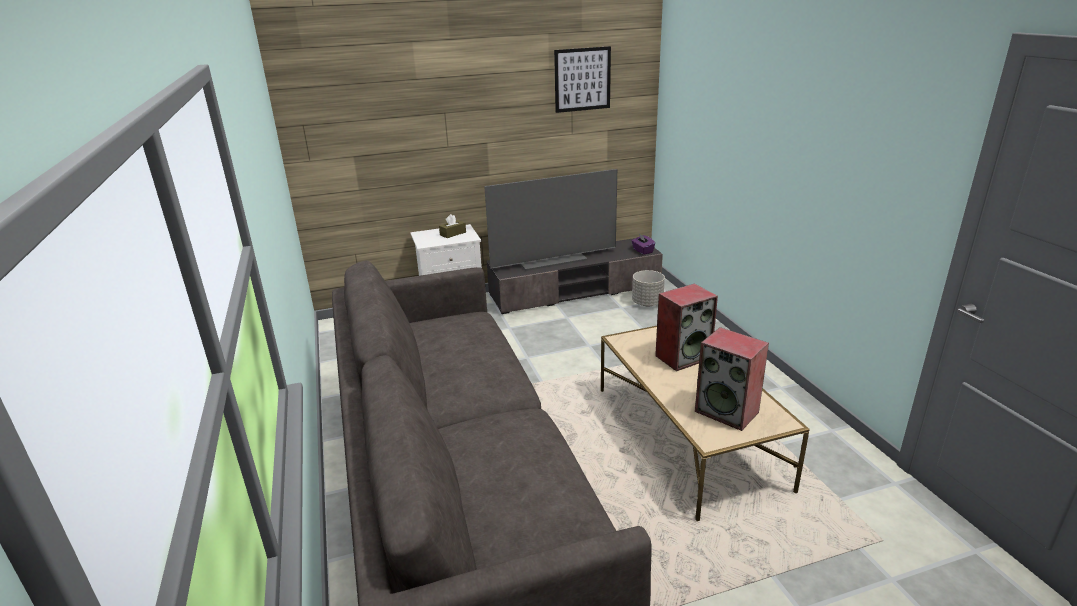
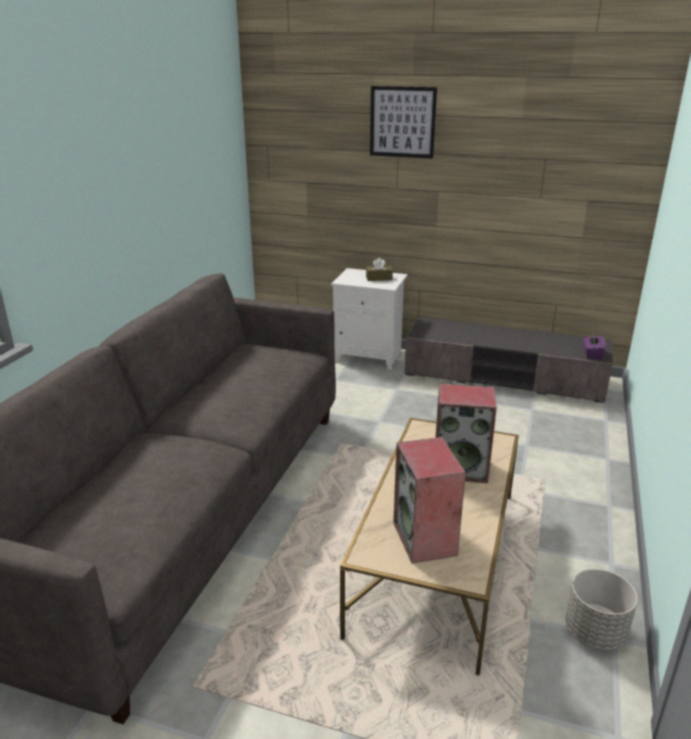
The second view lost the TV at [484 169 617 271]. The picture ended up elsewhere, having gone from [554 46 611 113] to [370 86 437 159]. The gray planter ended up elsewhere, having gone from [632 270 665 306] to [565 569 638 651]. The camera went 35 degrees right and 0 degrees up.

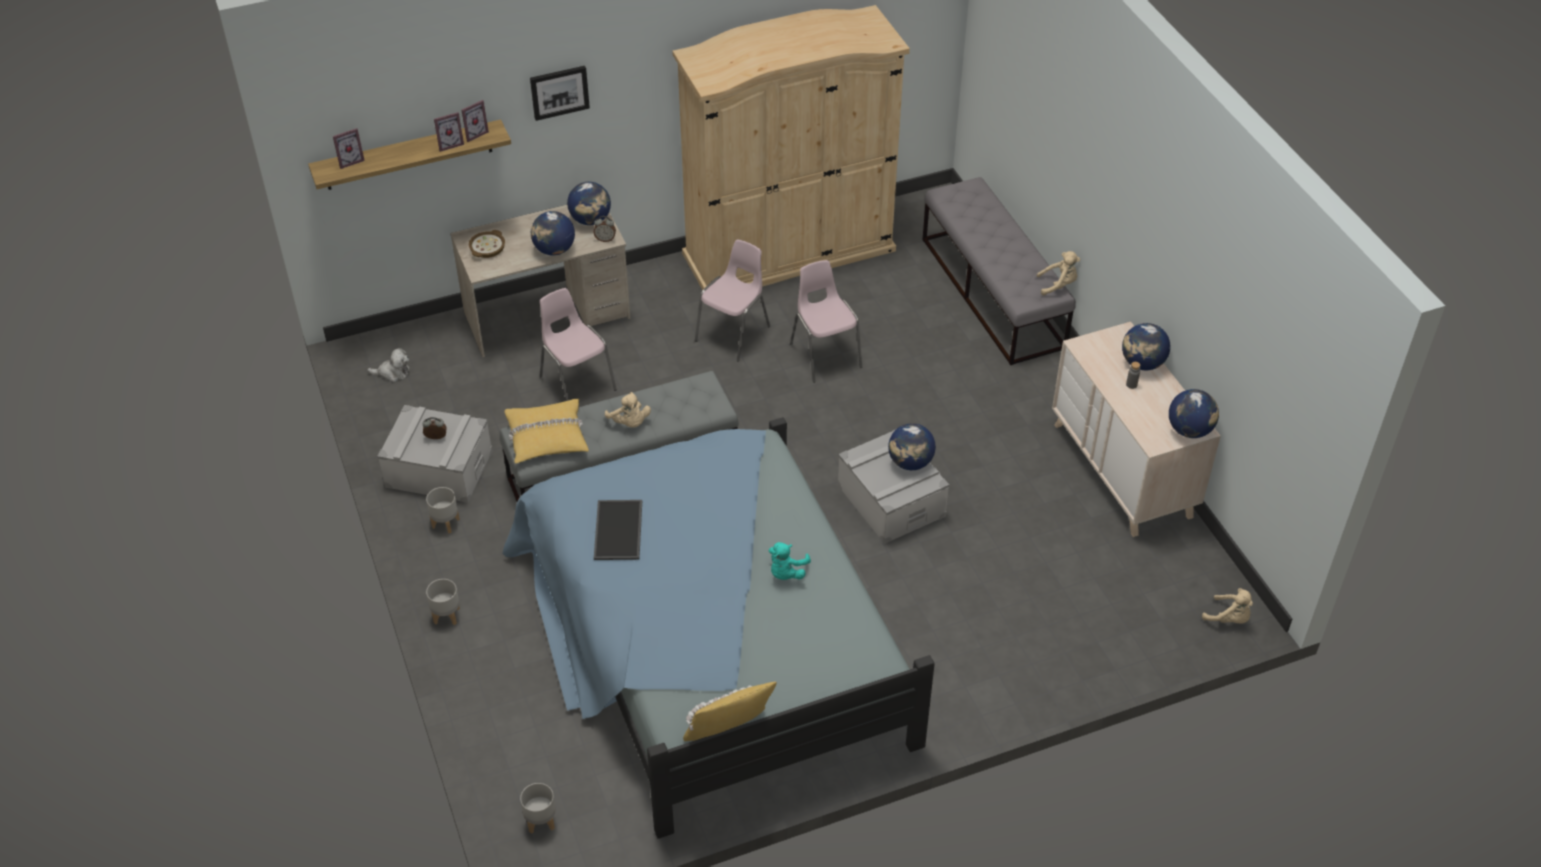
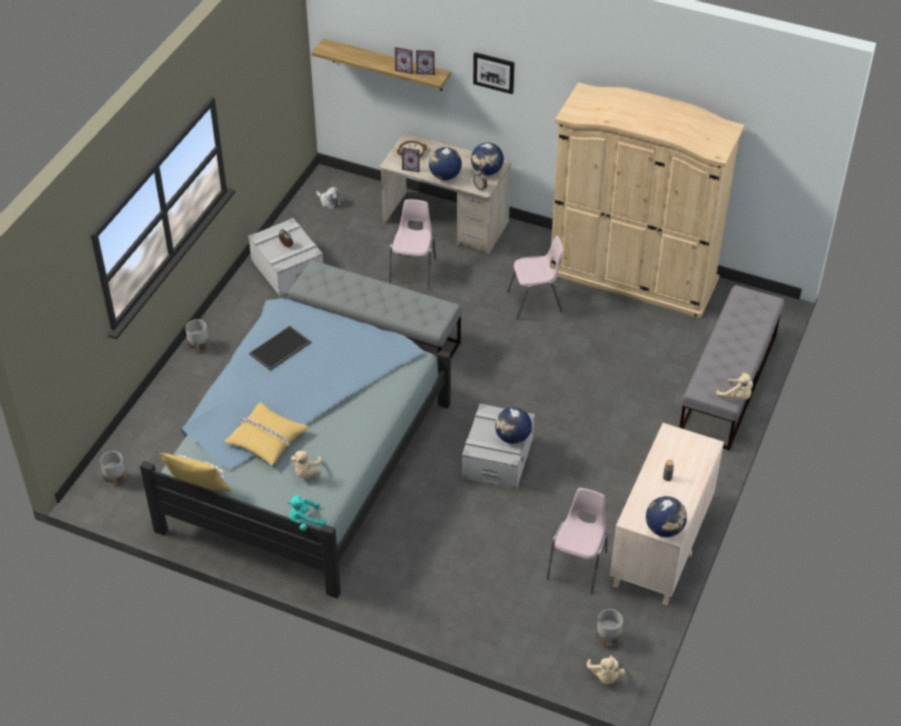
The second view lost the globe at [1122 323 1170 370]. The standing frame ended up elsewhere, having gone from [333 128 365 169] to [402 147 420 173]. The gray planter ended up elsewhere, having gone from [426 487 460 534] to [596 609 623 648]. The yellow throw pillow ended up elsewhere, having gone from [504 399 589 463] to [225 402 309 466]. The beige-coloured plush toy ended up elsewhere, having gone from [605 392 651 428] to [291 451 323 478]. The turquoise-coloured plush toy ended up elsewhere, having gone from [768 542 811 580] to [287 495 327 531]. The pinkish upright chair ended up elsewhere, having gone from [790 260 862 383] to [546 488 608 594]. The camera went 45 degrees right and 0 degrees up.

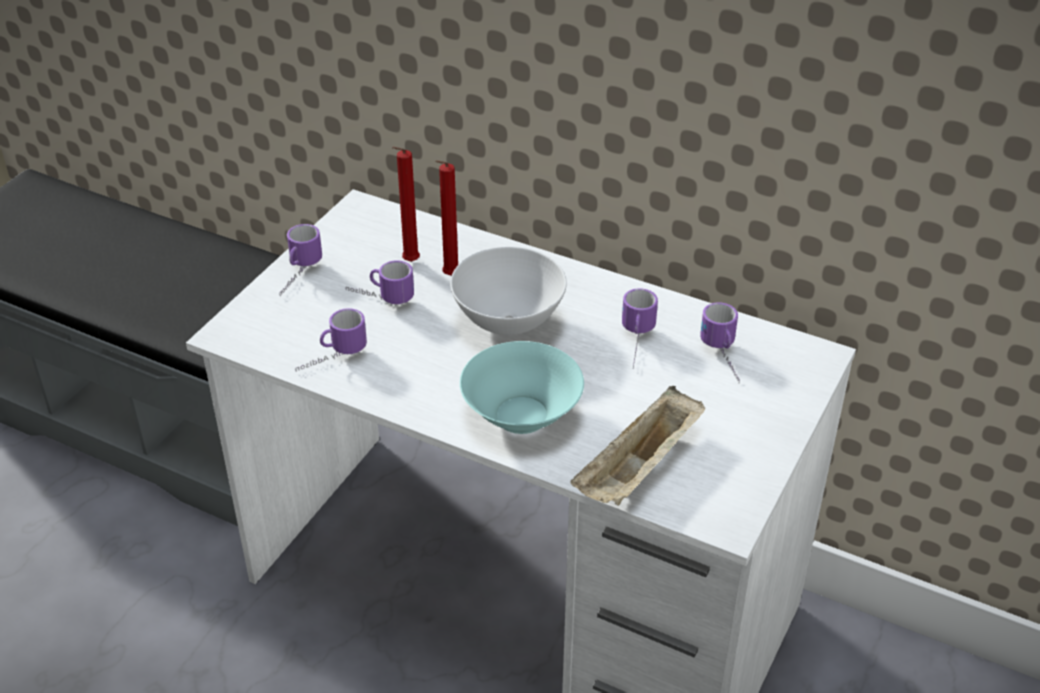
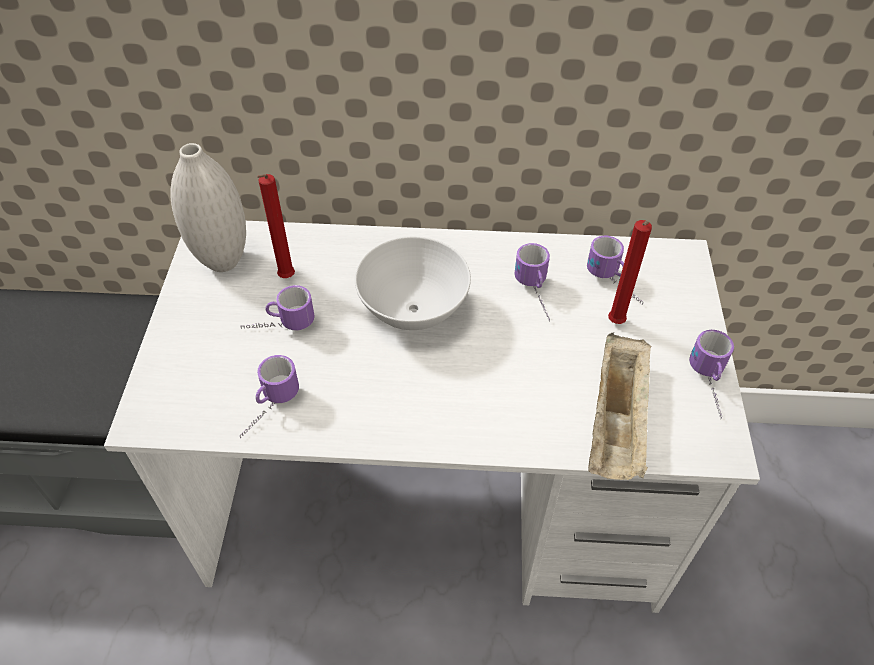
The second view lost the turquoise-coloured serving bowl at [460 341 584 434]. The second view gained the white-coloured vase at [171 143 246 272]. The tea mug ended up elsewhere, having gone from [279 224 322 296] to [689 330 734 419]. The red-coloured wax candle ended up elsewhere, having gone from [435 160 458 276] to [608 220 652 324]. The camera went 25 degrees left and 10 degrees up.

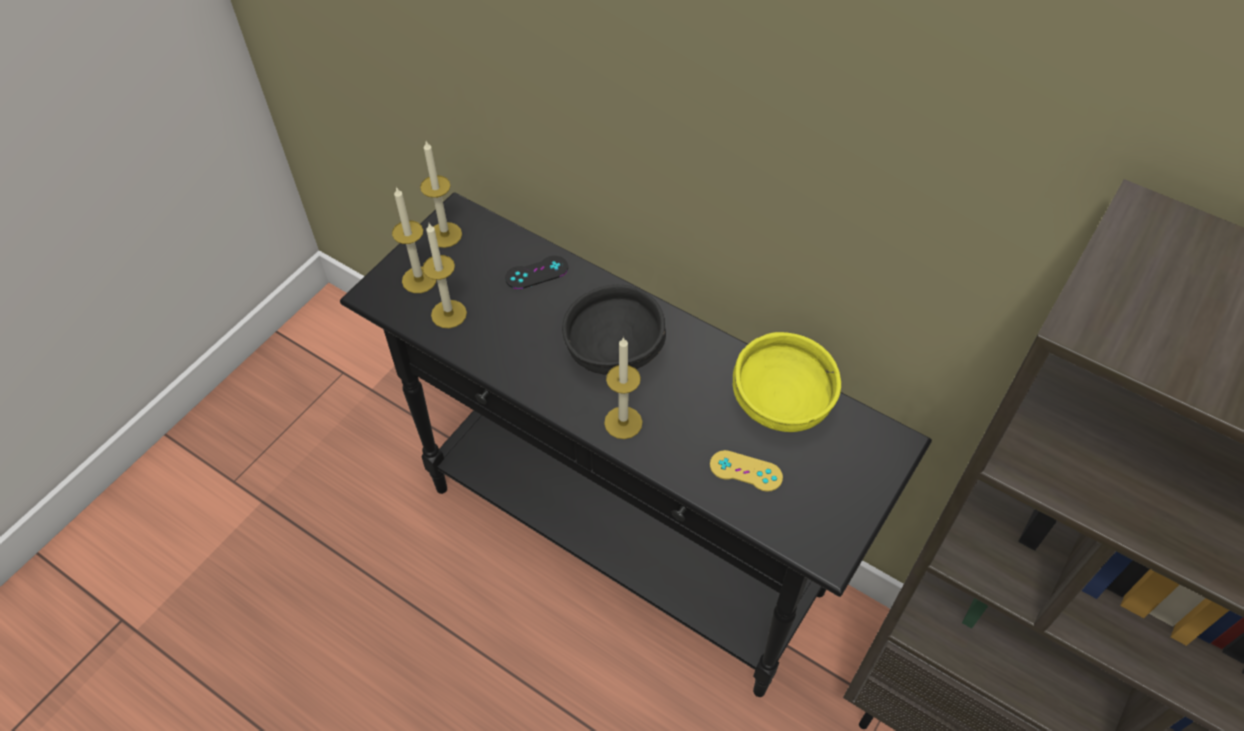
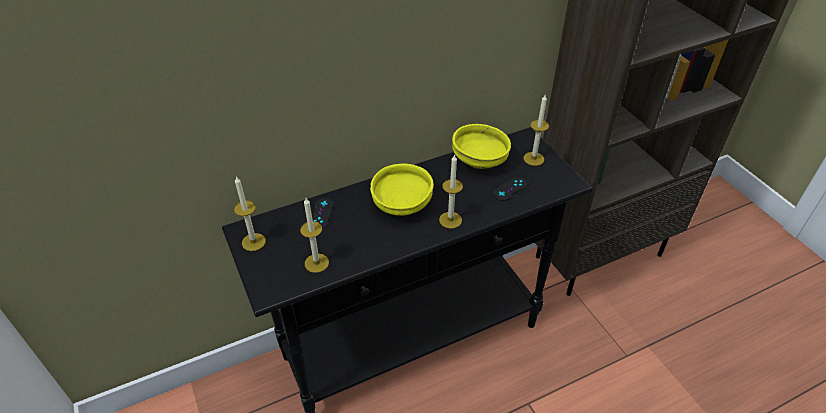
The wax candle ended up elsewhere, having gone from [392 186 436 293] to [524 95 549 166]. What was the black serving bowl at [562 285 666 375] turned into the yellow serving bowl at [370 163 434 216]. What was the yellow joypad at [710 450 783 492] turned into the black joypad at [493 177 527 201]. The camera went 60 degrees left and 10 degrees down.

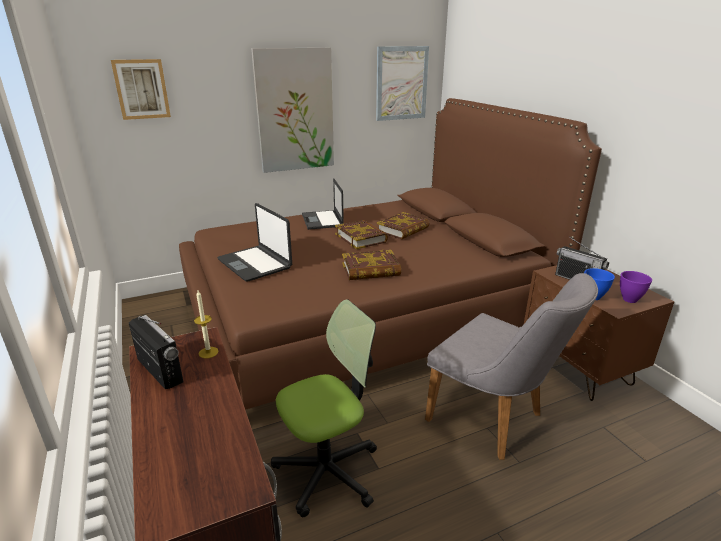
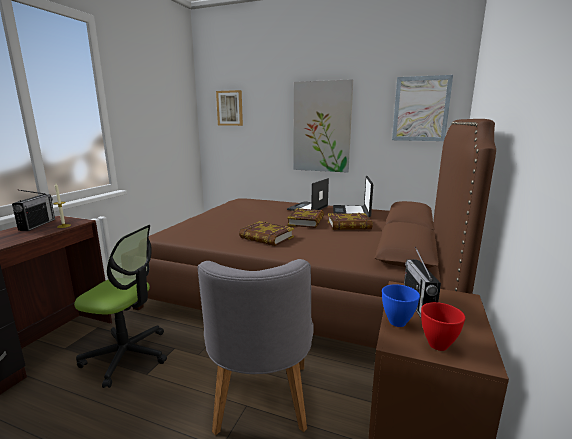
The laptop ended up elsewhere, having gone from [217 203 292 281] to [333 176 373 217]. What was the purple-coloured serving bowl at [620 271 652 303] turned into the red-coloured serving bowl at [421 302 465 351]. The camera went 45 degrees right and 10 degrees down.

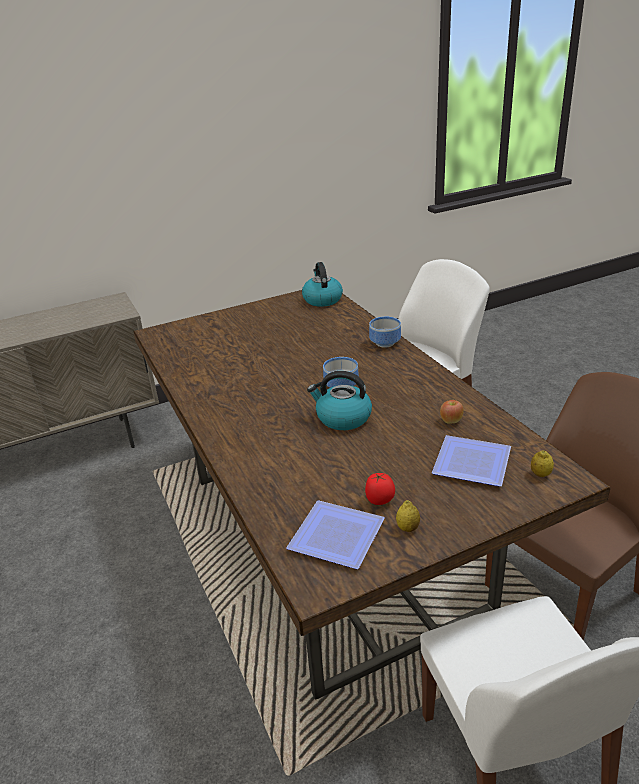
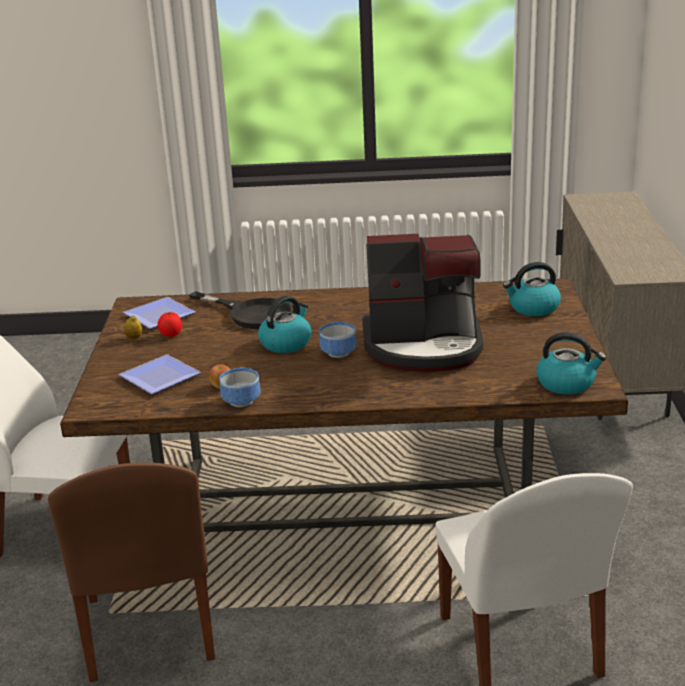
The second view lost the citrus fruit at [531 450 554 477]. The second view gained the black frying pan at [189 291 292 329]. The second view gained the coffee maker at [362 234 483 372]. The second view gained the kettle at [503 262 561 316]. The serving bowl ended up elsewhere, having gone from [369 317 401 348] to [219 368 260 407]. The camera went 115 degrees right and 5 degrees down.

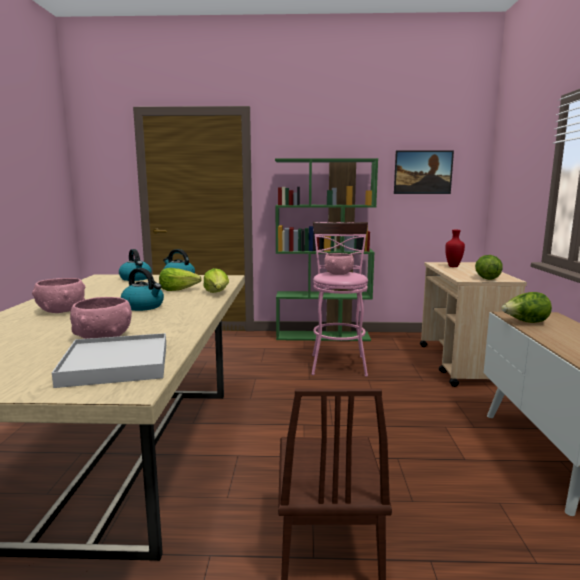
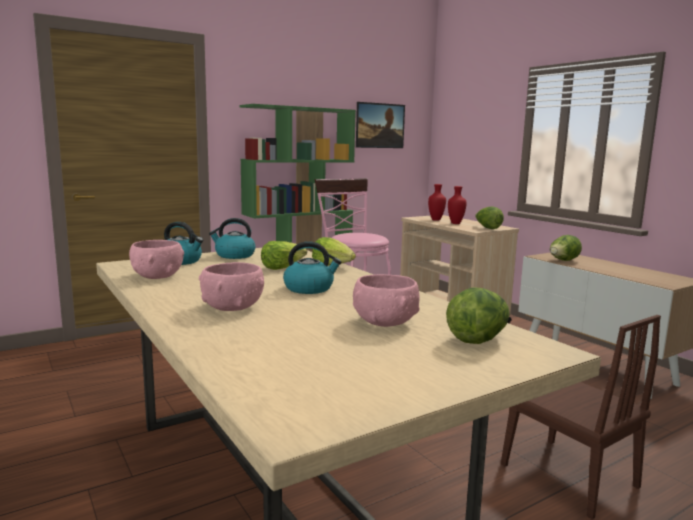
The second view gained the red-coloured vase at [448 186 467 224]. The pinkish serving bowl ended up elsewhere, having gone from [324 253 354 275] to [129 240 184 279]. Where the white-coloured carrying tray stood at [52 333 166 388], the lettuce head came to stand at [446 287 510 344]. The camera went 35 degrees left and 0 degrees up.

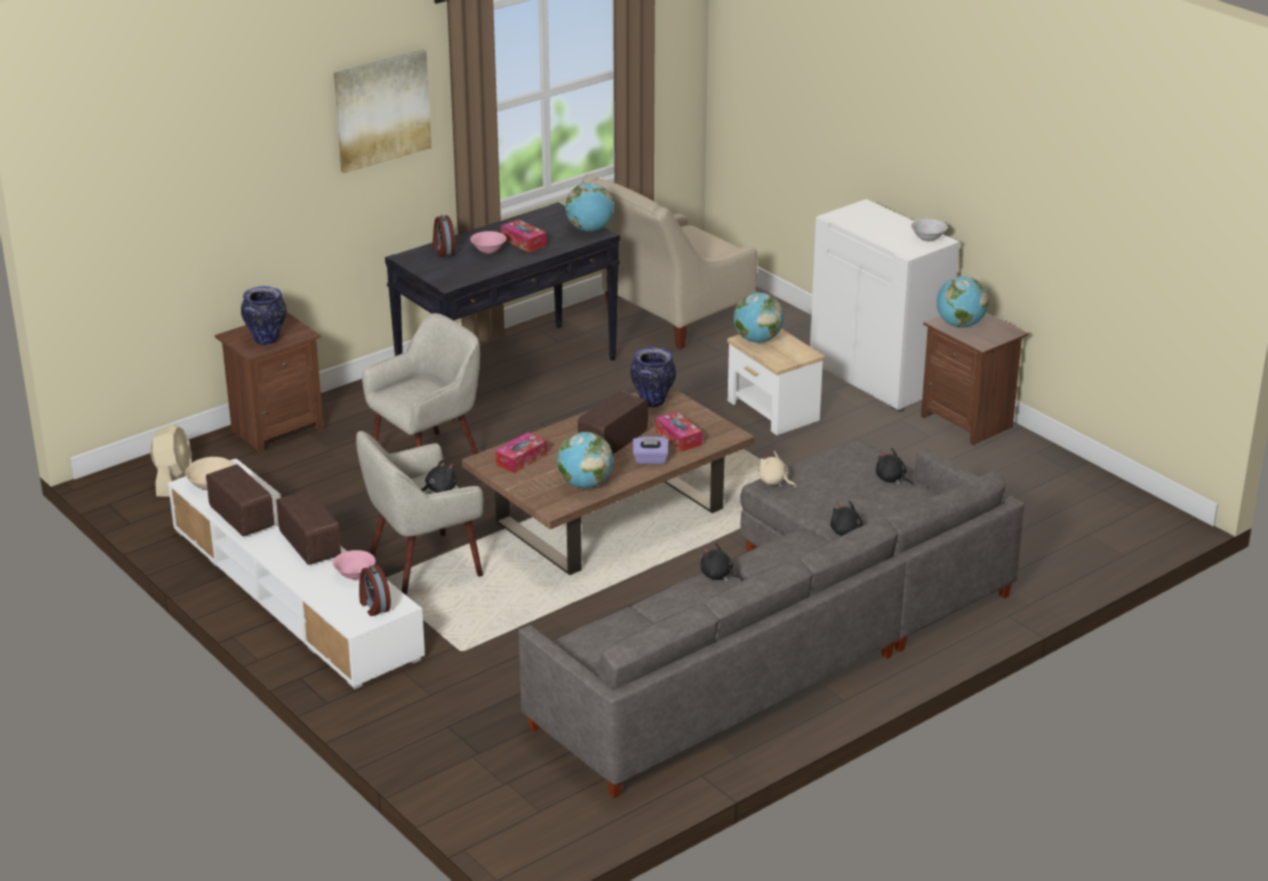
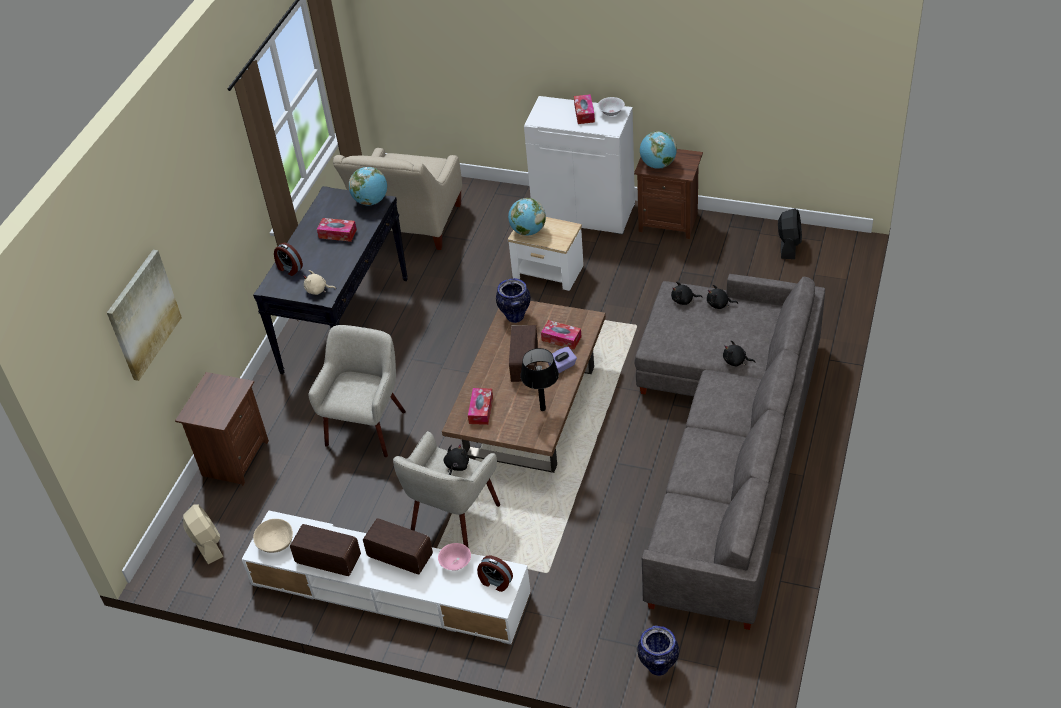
The second view lost the pinkish serving bowl at [470 231 506 254]. The second view gained the tissue box at [574 94 595 124]. The second view gained the black cooling fan at [778 208 802 259]. The vase ended up elsewhere, having gone from [241 286 287 345] to [637 625 679 676]. The picture ended up elsewhere, having gone from [334 49 431 173] to [107 250 182 381]. The black plush toy ended up elsewhere, having gone from [700 543 743 582] to [671 281 702 305]. The beige-coloured plush toy ended up elsewhere, having gone from [758 451 796 488] to [303 270 336 295]. Where the globe stood at [557 432 613 488], the black table lamp came to stand at [521 348 559 411]. The camera went 30 degrees left and 15 degrees up.

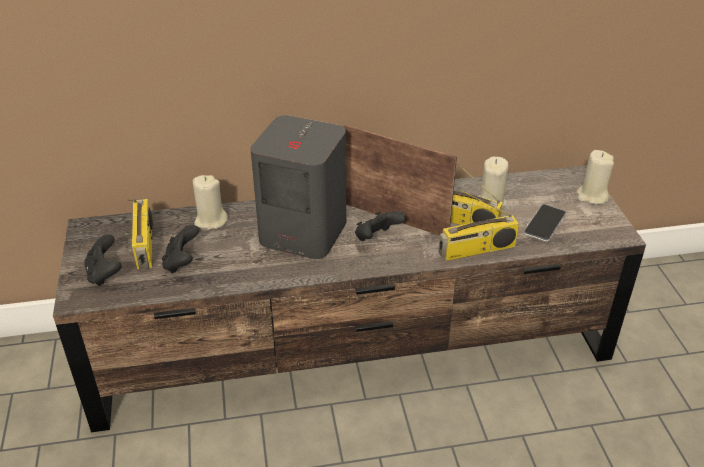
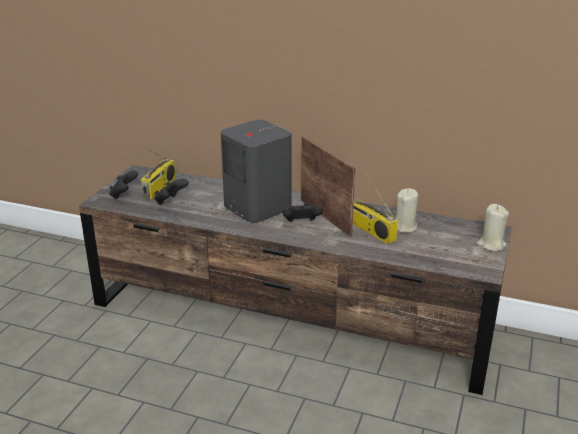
The second view lost the beige-coloured wax candle at [193 175 228 232]. The second view lost the radio at [438 189 519 261]. The second view lost the telephone at [523 204 566 242]. The camera went 30 degrees right and 10 degrees down.

